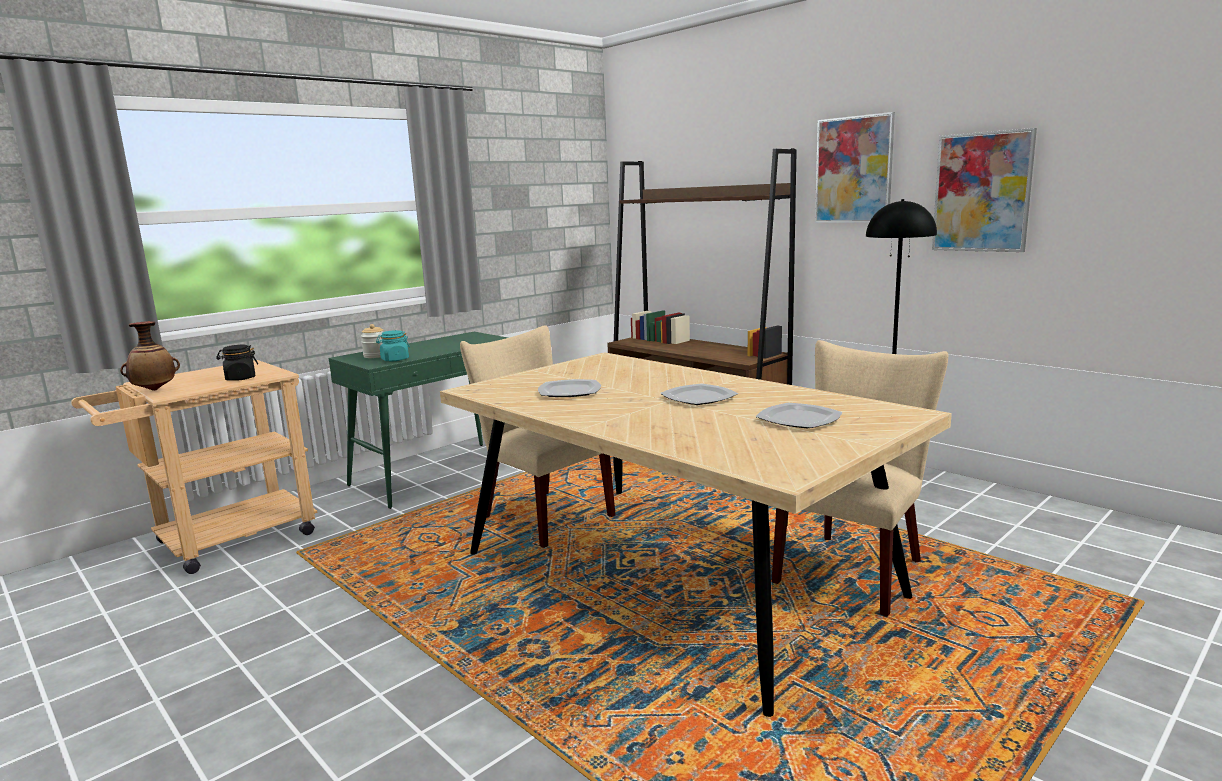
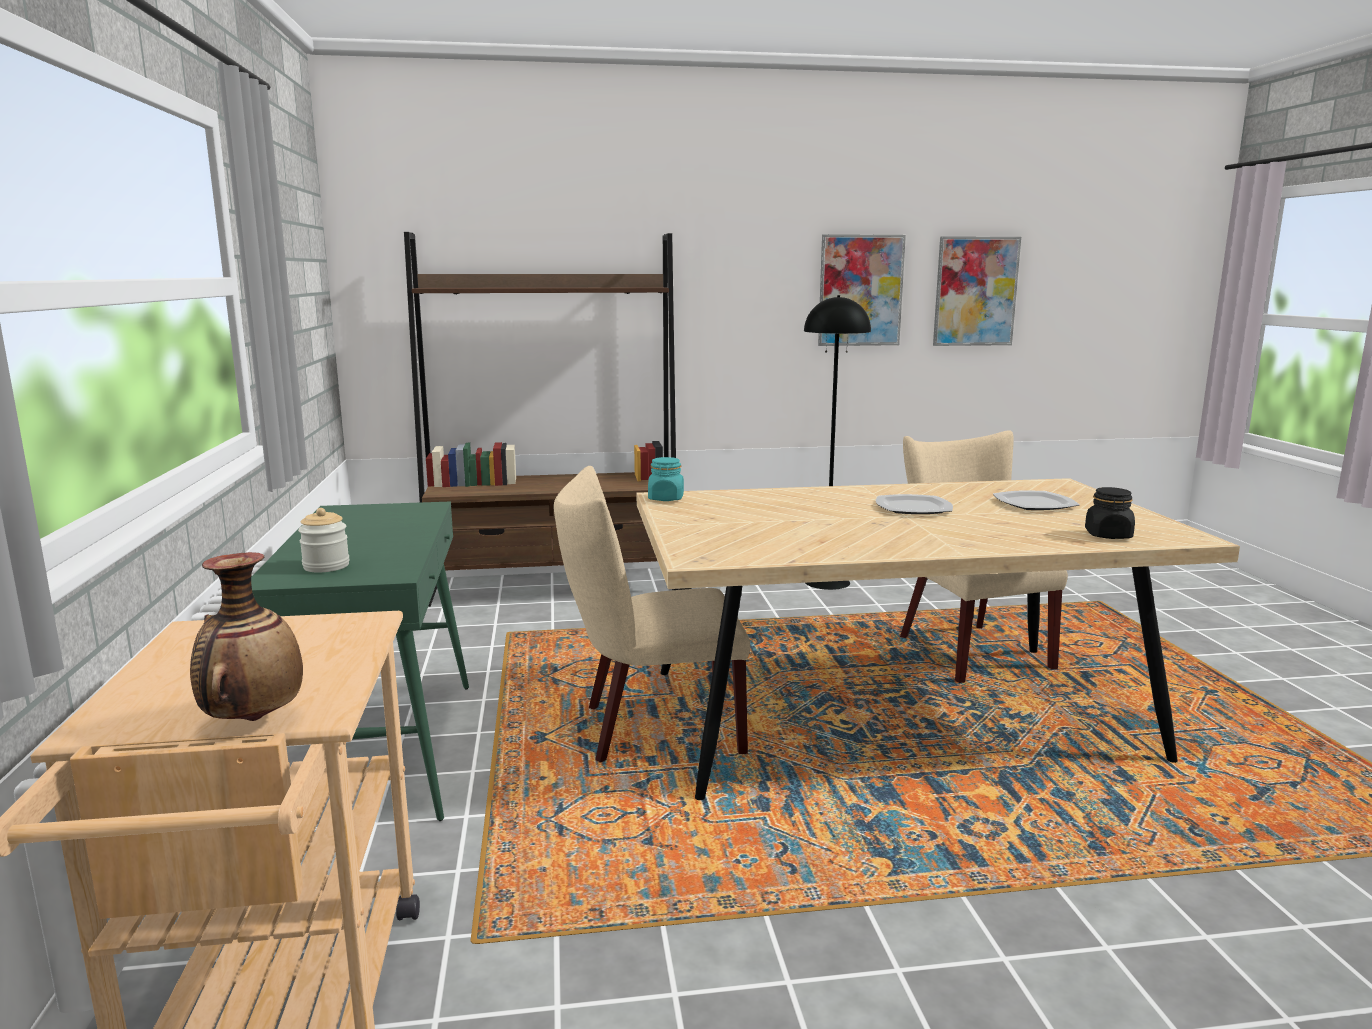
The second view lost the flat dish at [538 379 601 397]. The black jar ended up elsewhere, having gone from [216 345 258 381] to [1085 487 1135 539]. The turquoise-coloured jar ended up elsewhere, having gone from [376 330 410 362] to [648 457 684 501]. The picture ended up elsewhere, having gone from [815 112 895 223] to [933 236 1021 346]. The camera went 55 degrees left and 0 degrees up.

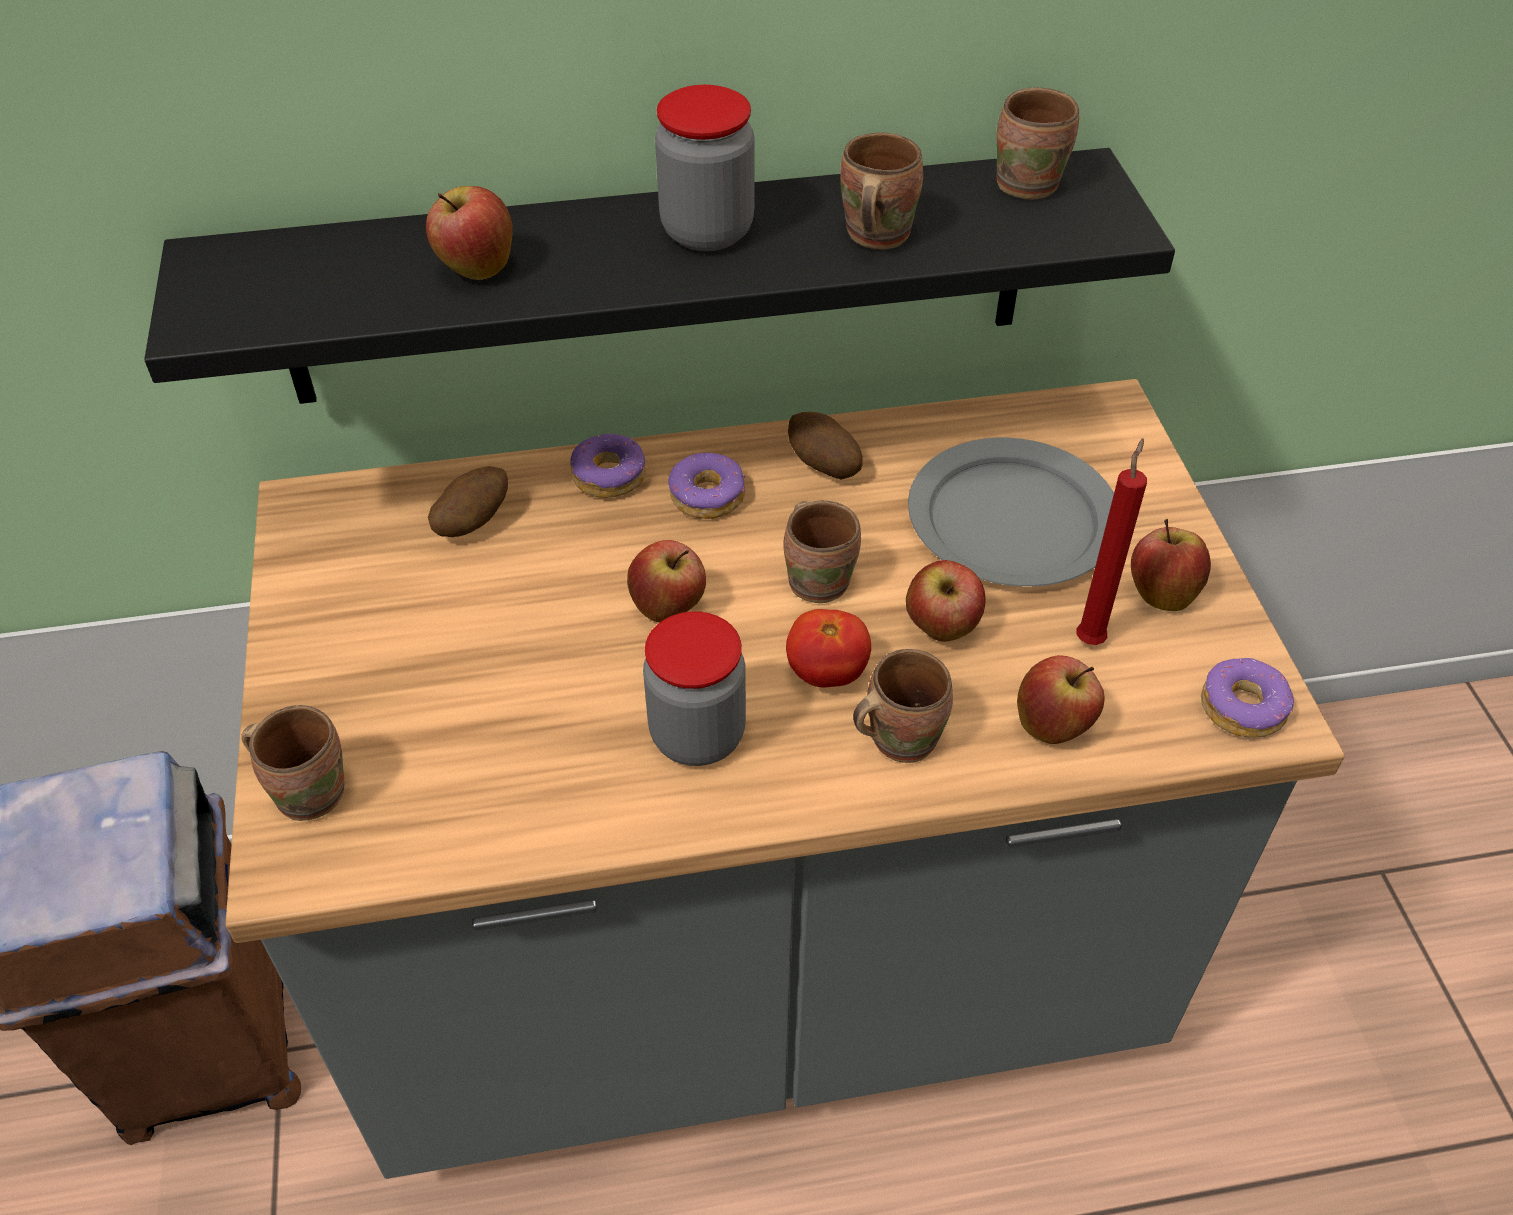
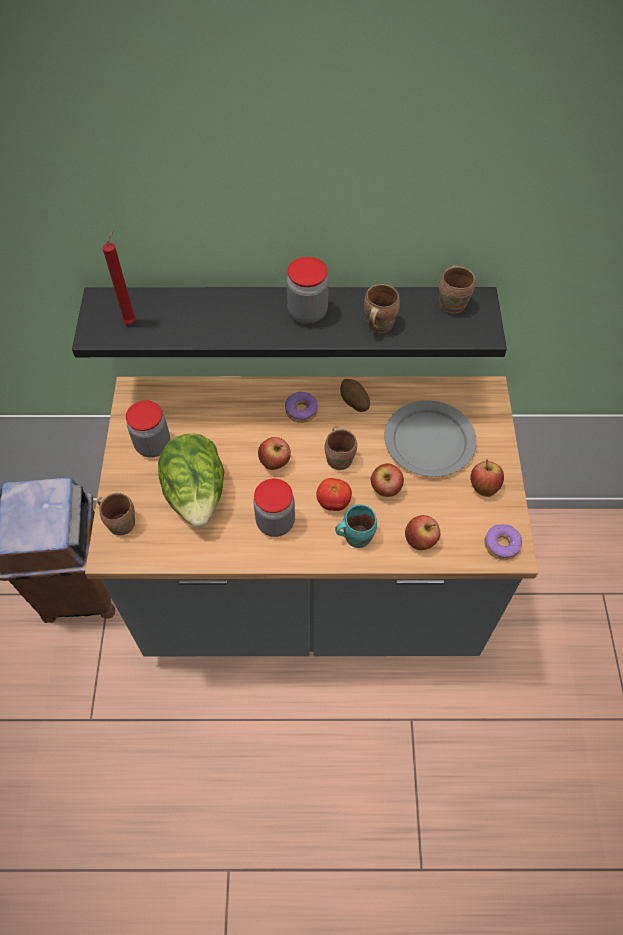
The second view lost the apple fruit at [426 186 513 280]. The second view lost the potato at [428 466 508 537]. The second view lost the donut at [570 434 646 498]. The second view gained the jar at [126 400 170 458]. The second view gained the lettuce head at [158 433 224 528]. The red-coloured wax candle ended up elsewhere, having gone from [1076 438 1147 645] to [103 229 136 324]. What was the brown-coloured tea mug at [853 649 953 763] turned into the turquoise-coloured tea mug at [335 505 377 548]. The camera went 10 degrees right and 10 degrees up.

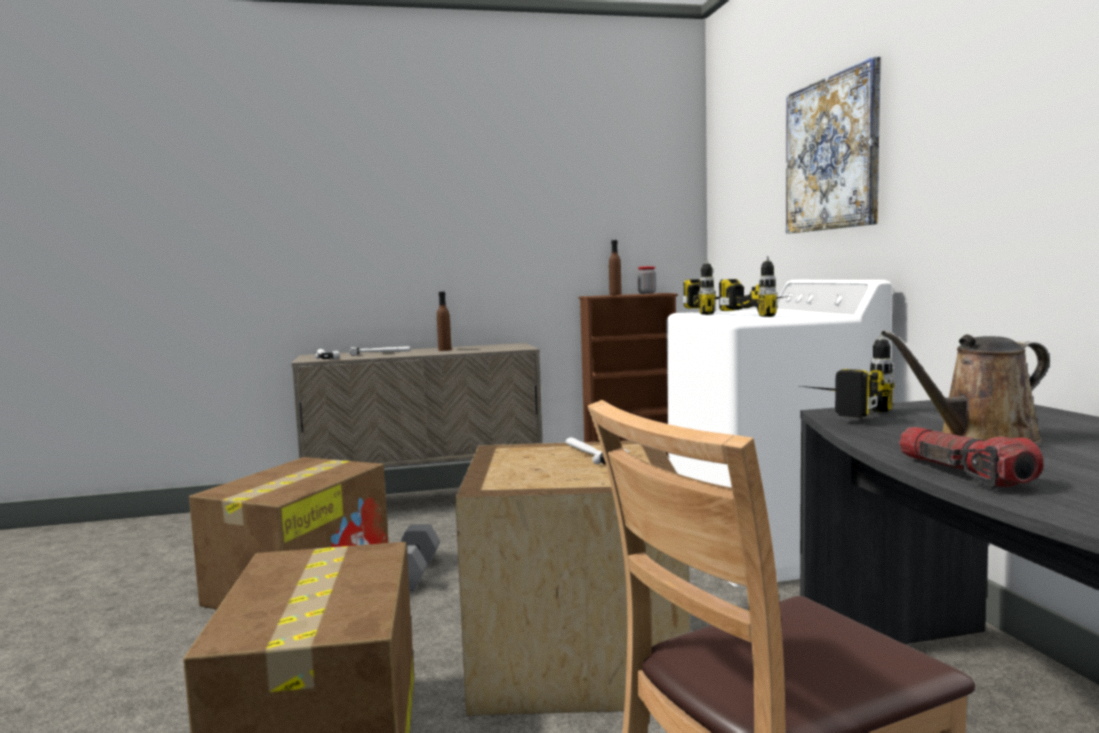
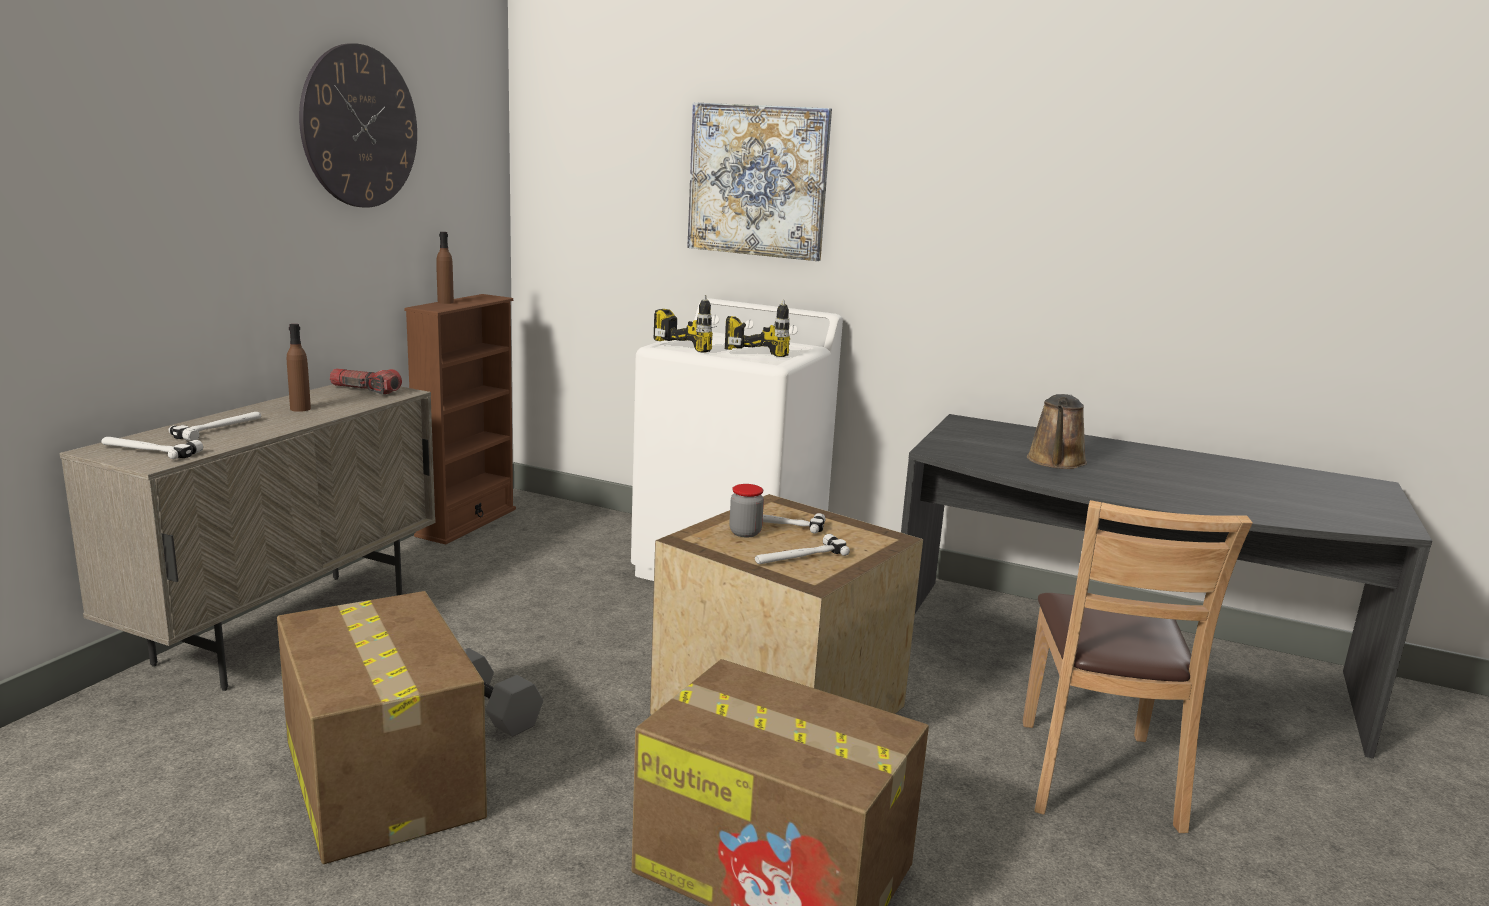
The second view lost the electric drill at [800 332 894 418]. The second view gained the wall clock at [299 43 417 208]. The second view gained the hammer at [755 534 850 564]. The jar ended up elsewhere, having gone from [637 266 656 294] to [729 484 764 537]. The flashlight ended up elsewhere, having gone from [899 427 1044 487] to [330 369 402 394]. The camera went 55 degrees left and 10 degrees up.

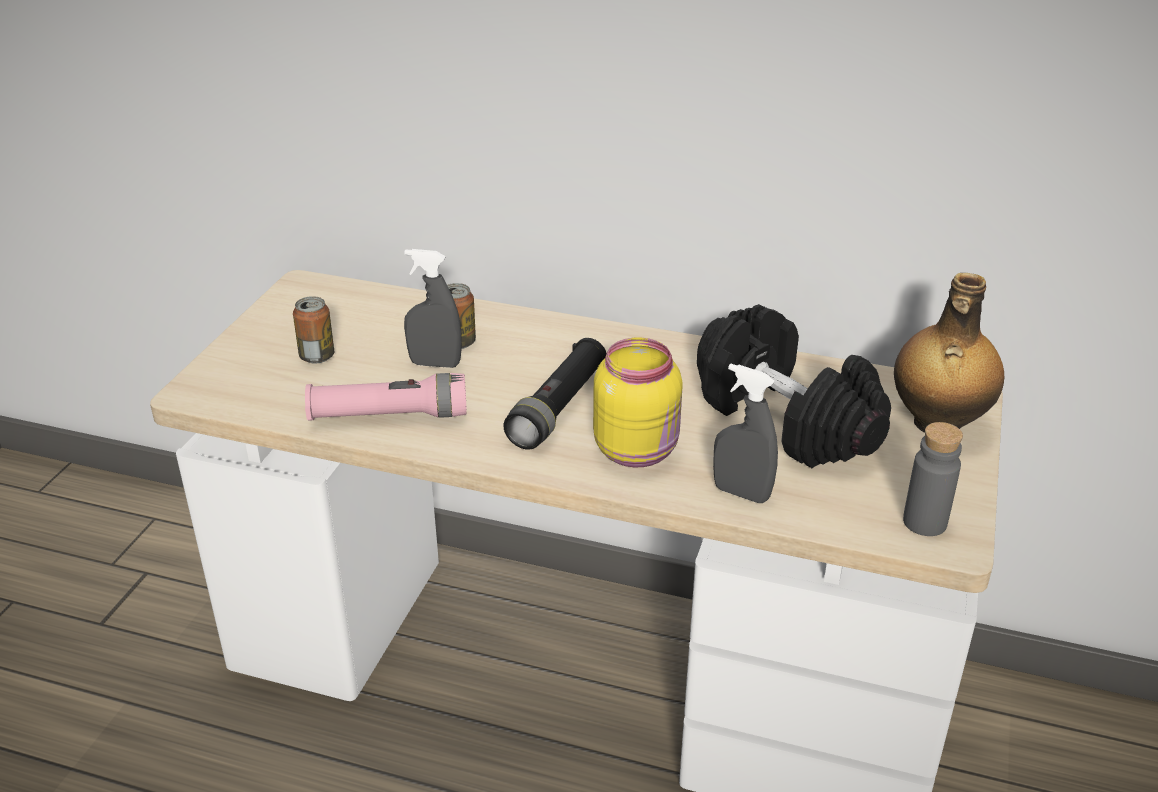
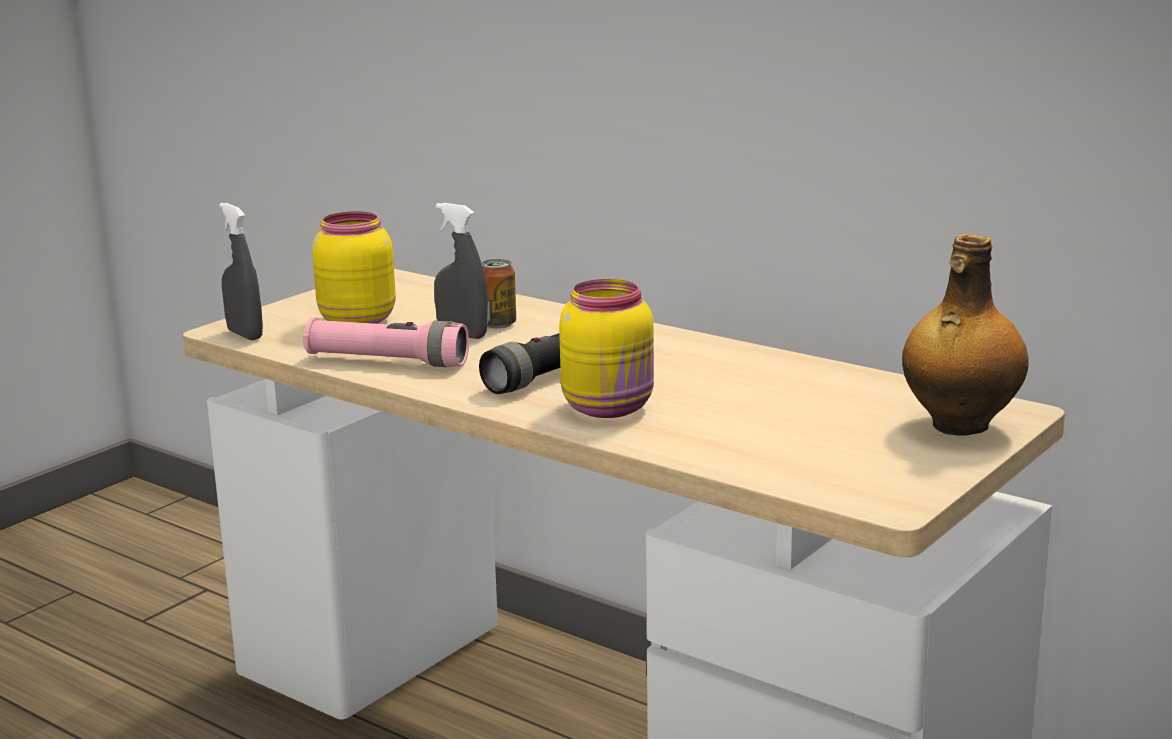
The second view lost the black free weight at [697 304 891 468]. The second view lost the gray bottle at [903 422 963 536]. The gray spray bottle ended up elsewhere, having gone from [713 363 778 503] to [220 203 263 340]. Where the can stood at [293 296 334 364], the yellow jar came to stand at [312 211 396 324]. The camera went 20 degrees right and 15 degrees down.

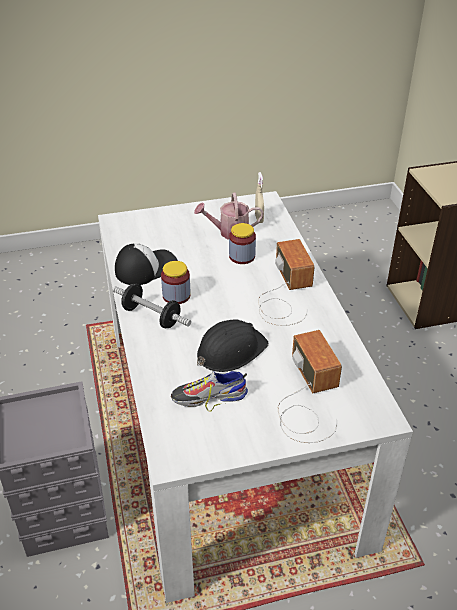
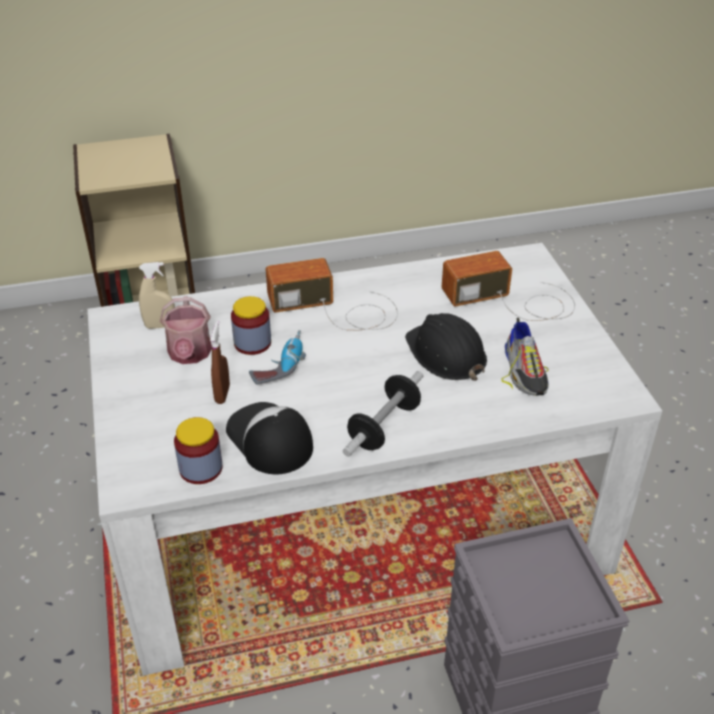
The second view gained the brown-coloured spray bottle at [210 321 230 404]. The second view gained the electric drill at [249 330 306 384]. The jar ended up elsewhere, having gone from [161 261 191 304] to [174 417 222 484]. The camera went 90 degrees left and 0 degrees up.

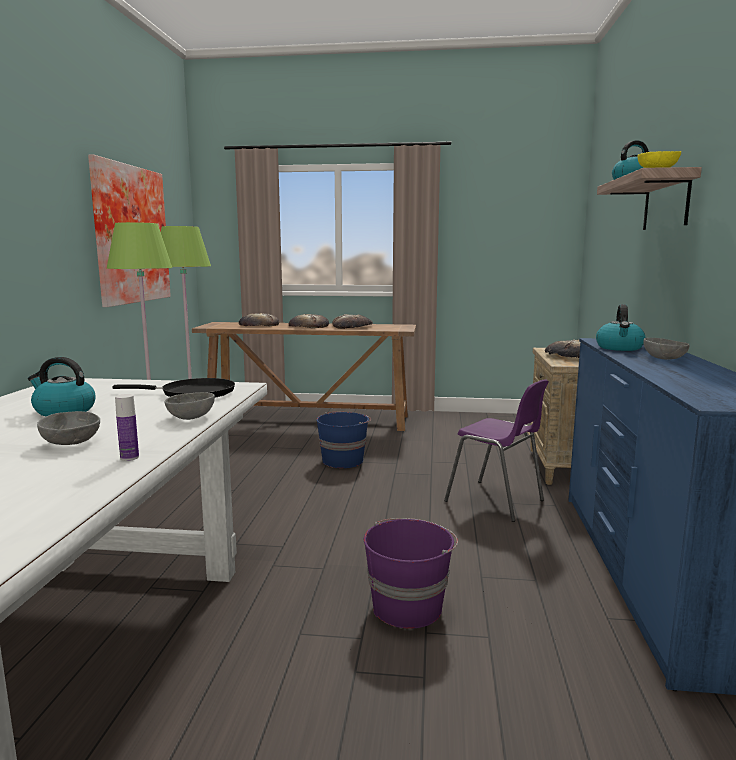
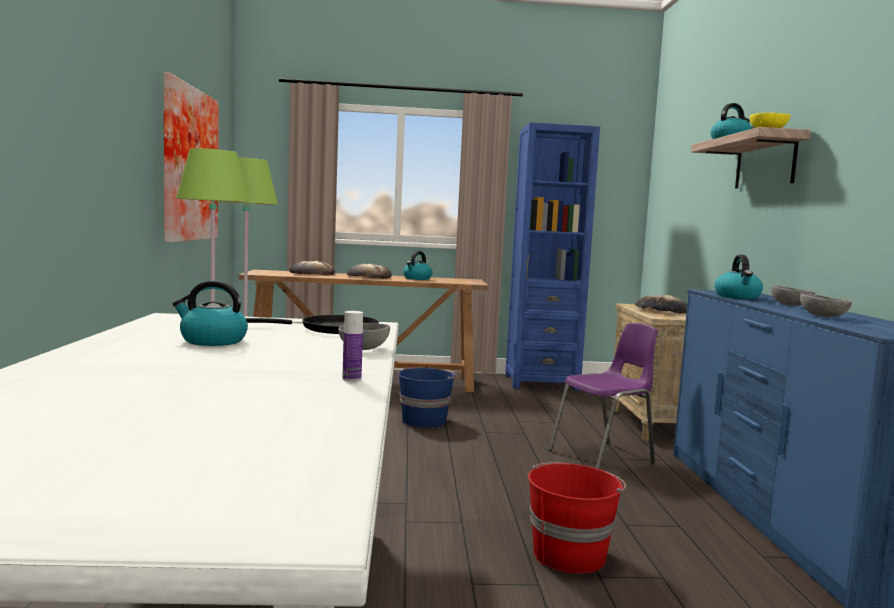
The second view gained the bluish bookshelf at [505 122 600 391]. The gray serving bowl ended up elsewhere, having gone from [37 411 100 445] to [800 293 852 317]. Where the baked bread stood at [332 314 373 329], the kettle came to stand at [403 251 432 280]. What was the purple-coloured bucket at [364 518 458 629] turned into the red-coloured bucket at [528 462 626 574]. The purple-coloured upright chair at [444 380 549 522] ended up facing another way, 60 degrees counterclockwise from before. The camera went 10 degrees left and 5 degrees down.

